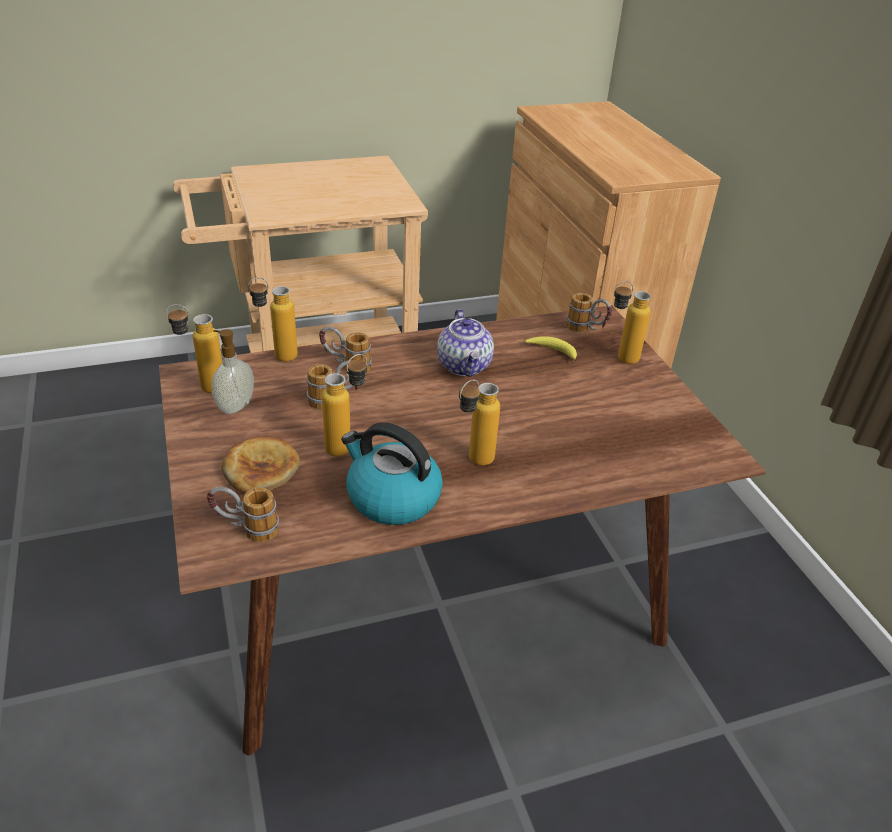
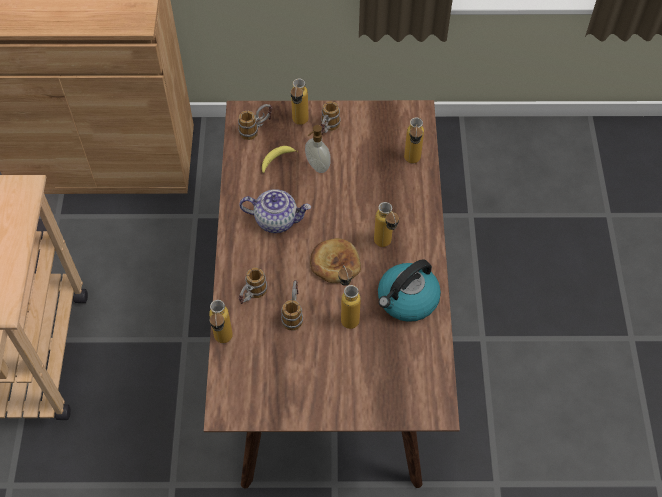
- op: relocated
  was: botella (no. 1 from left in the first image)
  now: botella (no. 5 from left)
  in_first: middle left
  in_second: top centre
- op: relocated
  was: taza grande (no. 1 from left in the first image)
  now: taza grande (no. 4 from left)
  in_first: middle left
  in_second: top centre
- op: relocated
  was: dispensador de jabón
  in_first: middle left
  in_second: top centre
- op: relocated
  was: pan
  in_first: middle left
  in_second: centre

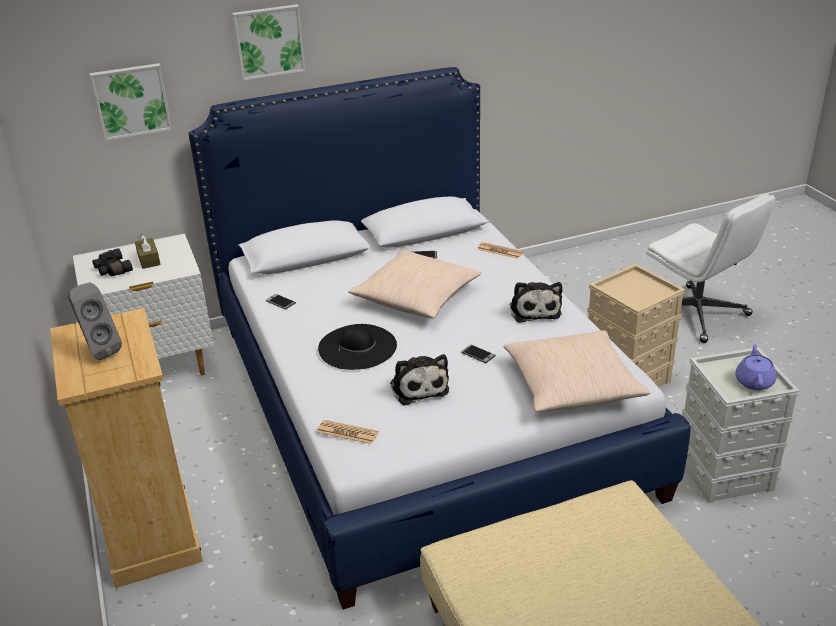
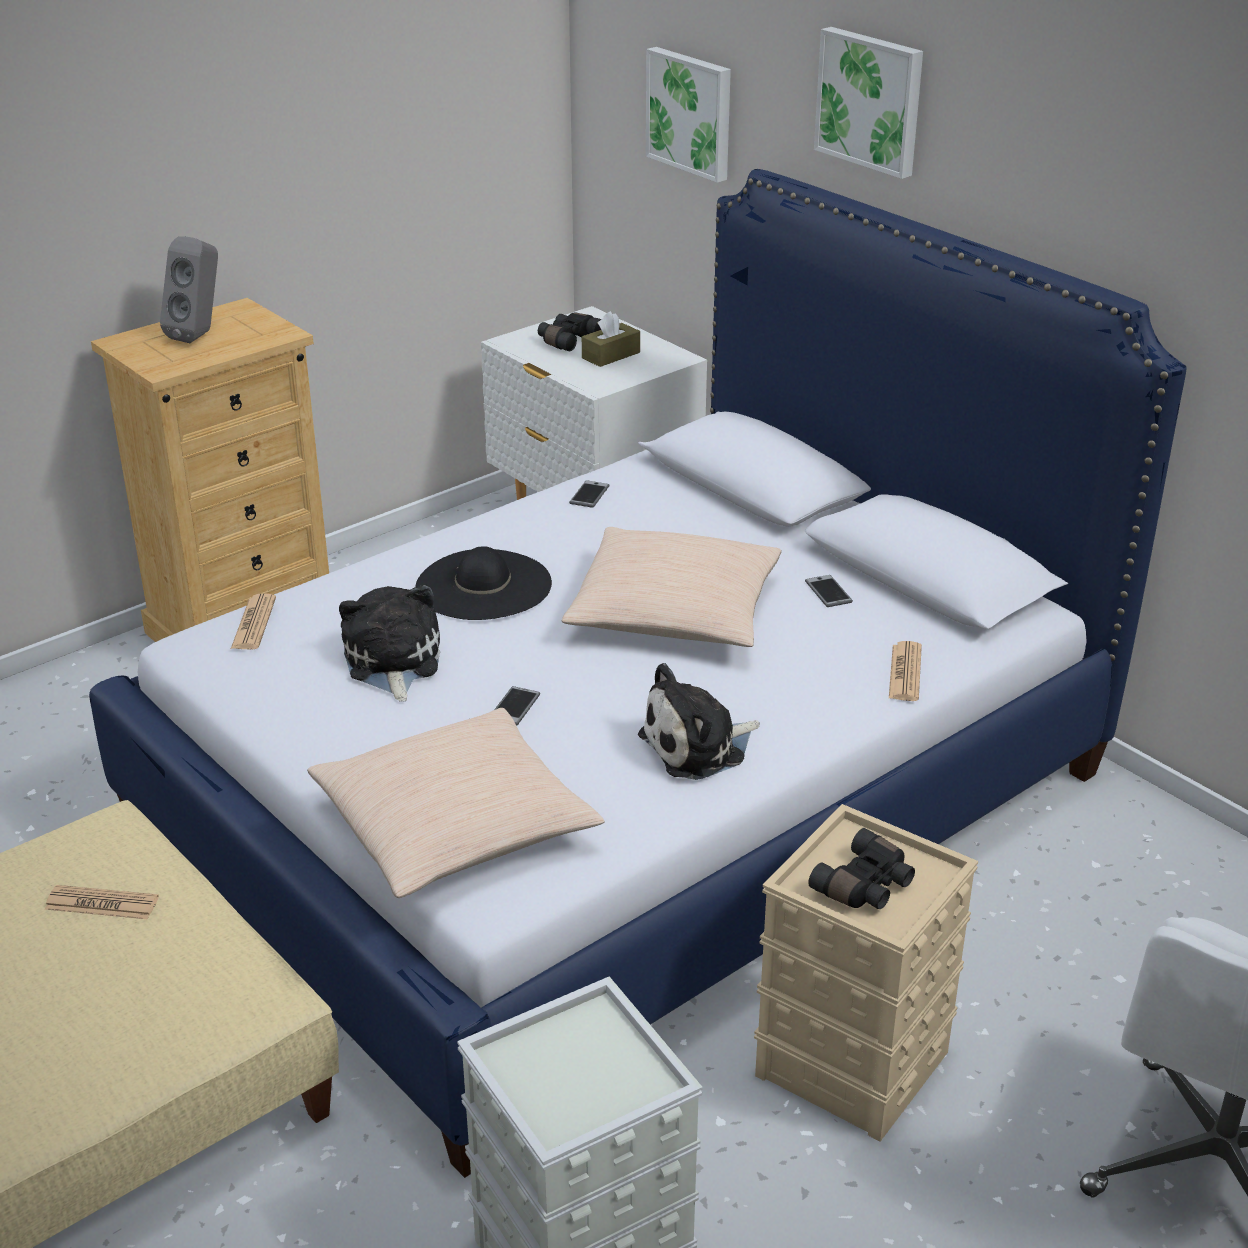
- op: spun
  was: peluche (no. 1 from left)
  in_first: centre
  in_second: middle left
  clockwise: 120
- op: missing
  was: tetera/morado
  in_first: middle right
- op: appeared
  now: periódico (no. 1 from left)
  in_second: bottom left
- op: appeared
  now: prismáticos/negro (no. 2 from left)
  in_second: bottom right

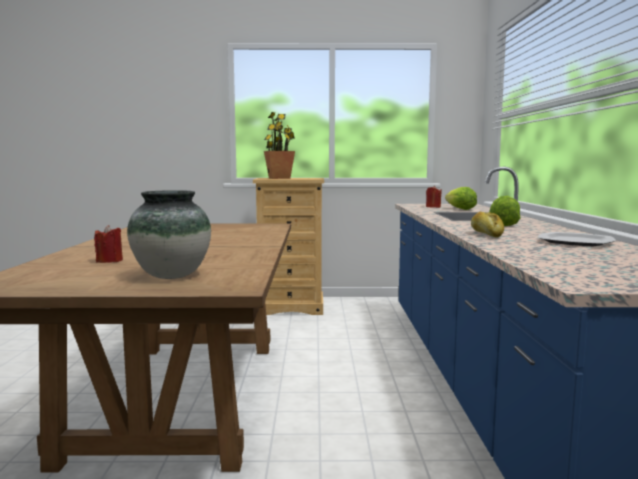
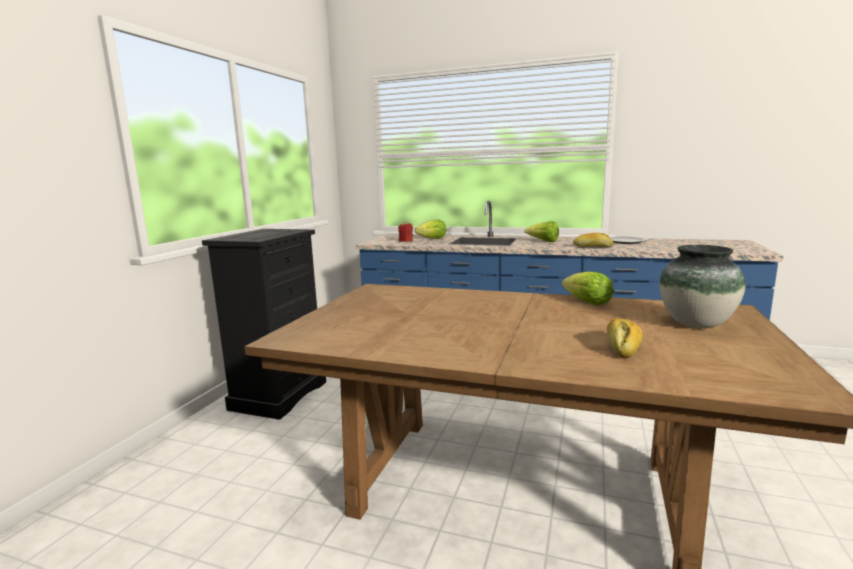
- op: exchanged
  was: vela/rojo (no. 1 from left)
  now: pan (no. 2 from left)
  in_first: middle left
  in_second: middle right
- op: colour
  was: cómoda/beis
  now: cómoda/negro
  in_first: centre
  in_second: middle left
- op: missing
  was: planta en maceta
  in_first: top centre
- op: appeared
  now: lechuga (no. 3 from left)
  in_second: middle right

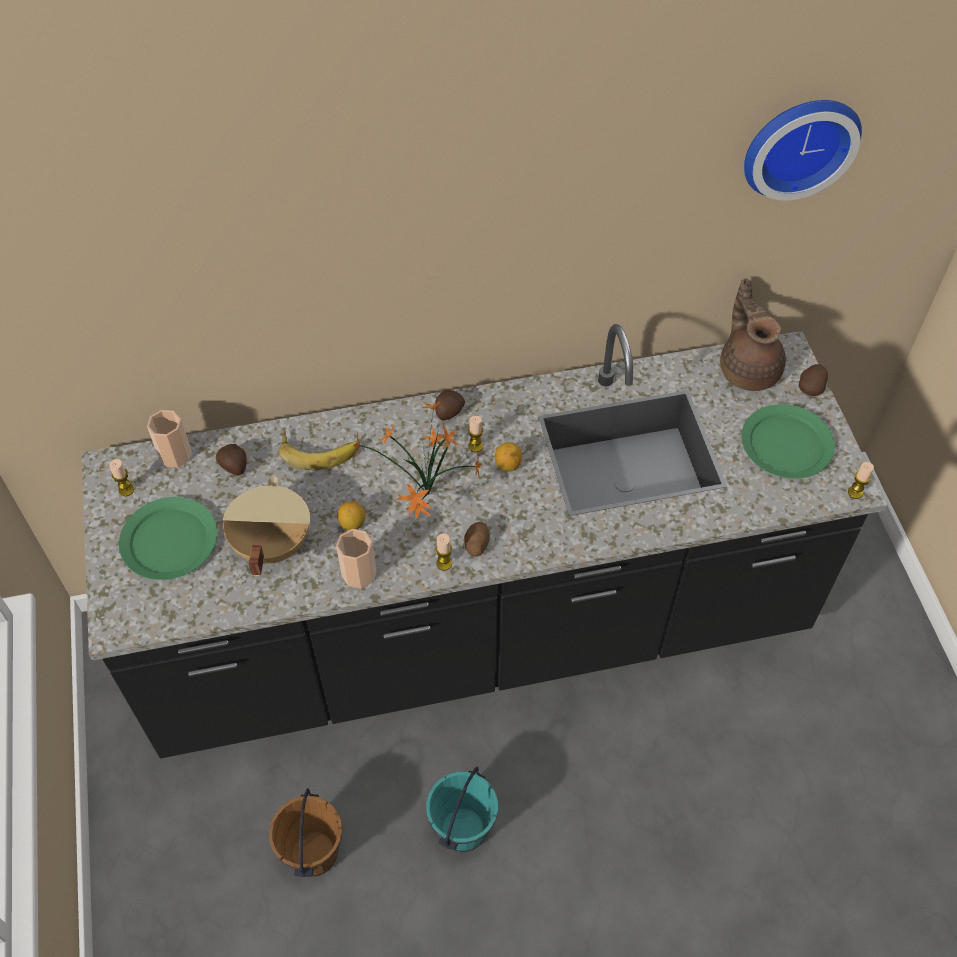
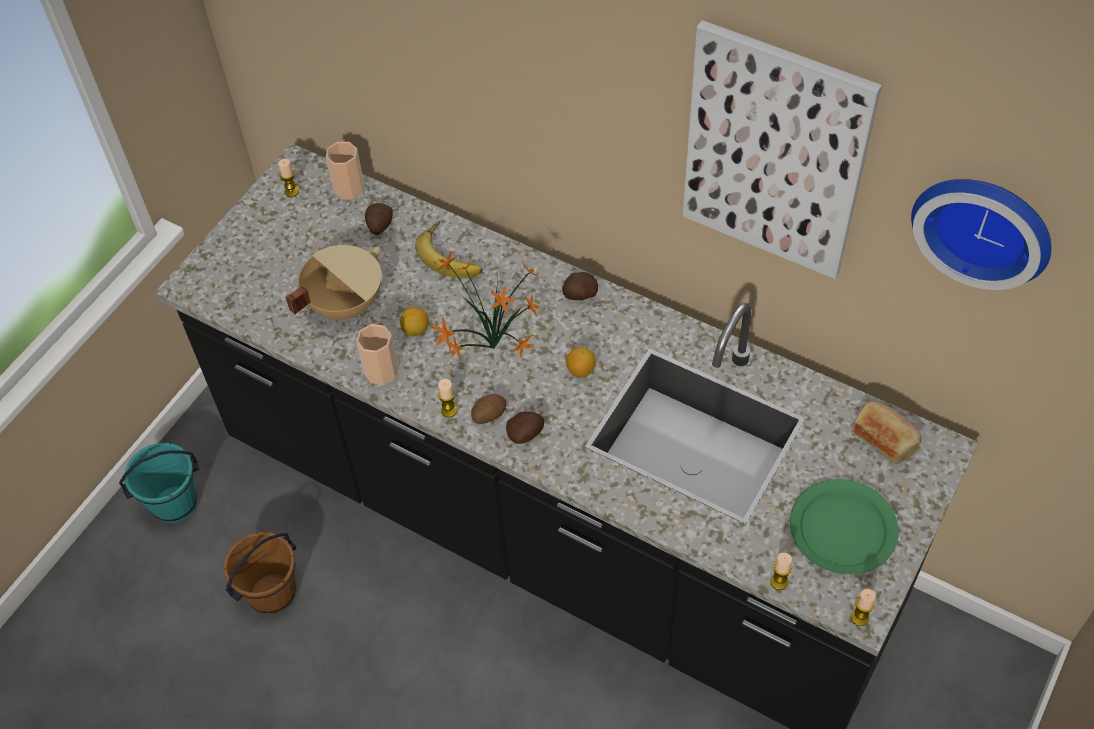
- op: missing
  was: plato/verde (no. 1 from left)
  in_first: middle left
- op: relocated
  was: cubo/turquesa
  in_first: bottom centre
  in_second: middle left
- op: relocated
  was: vela (no. 3 from left)
  in_first: centre
  in_second: bottom right
- op: exchanged
  was: tetera/marrón
  now: pan
  in_first: middle right
  in_second: middle right
- op: relocated
  was: patata (no. 4 from left in the first image)
  now: patata (no. 3 from left)
  in_first: middle right
  in_second: centre
- op: appeared
  now: cuadro
  in_second: top right

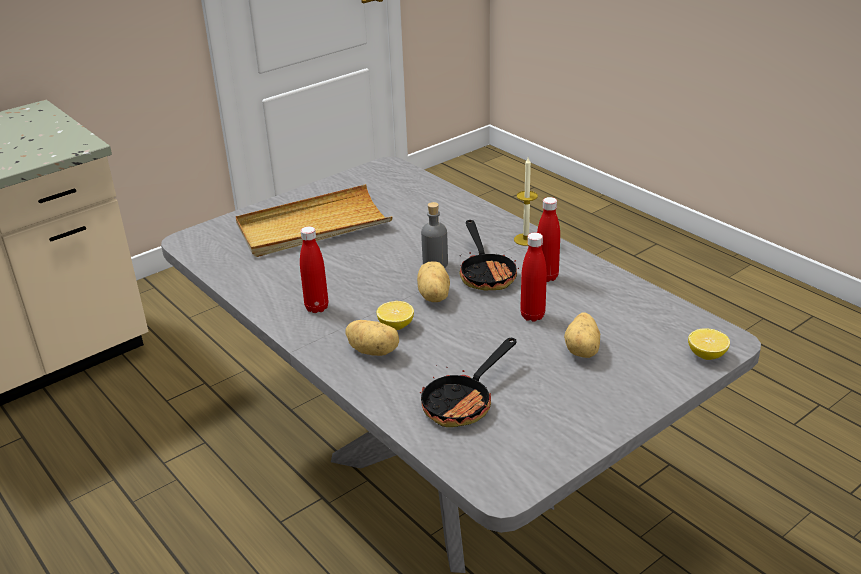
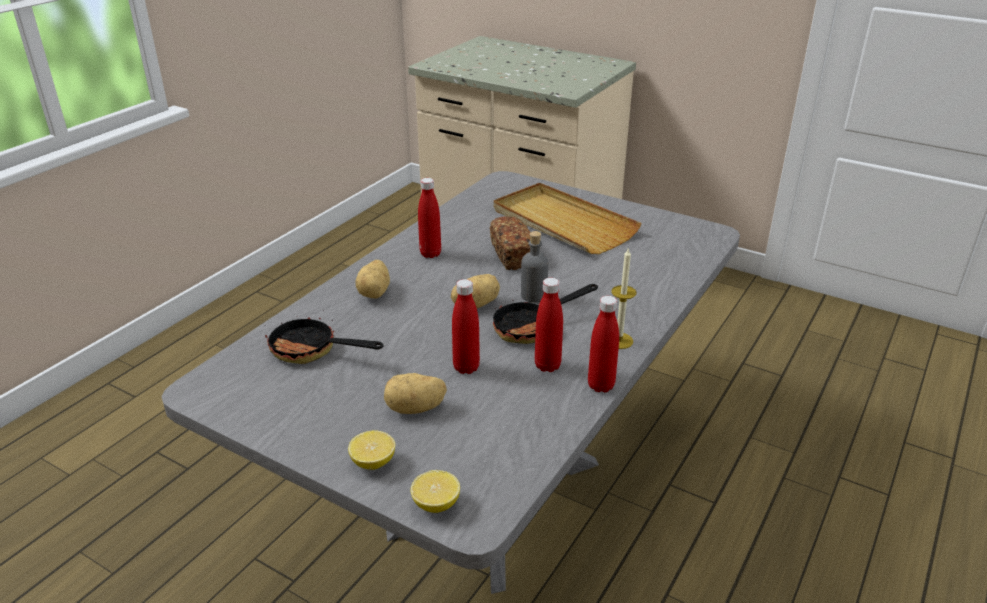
- op: relocated
  was: limón (no. 1 from left)
  in_first: centre
  in_second: bottom centre
- op: appeared
  now: pan
  in_second: centre
- op: appeared
  now: botella/rojo (no. 4 from left)
  in_second: centre

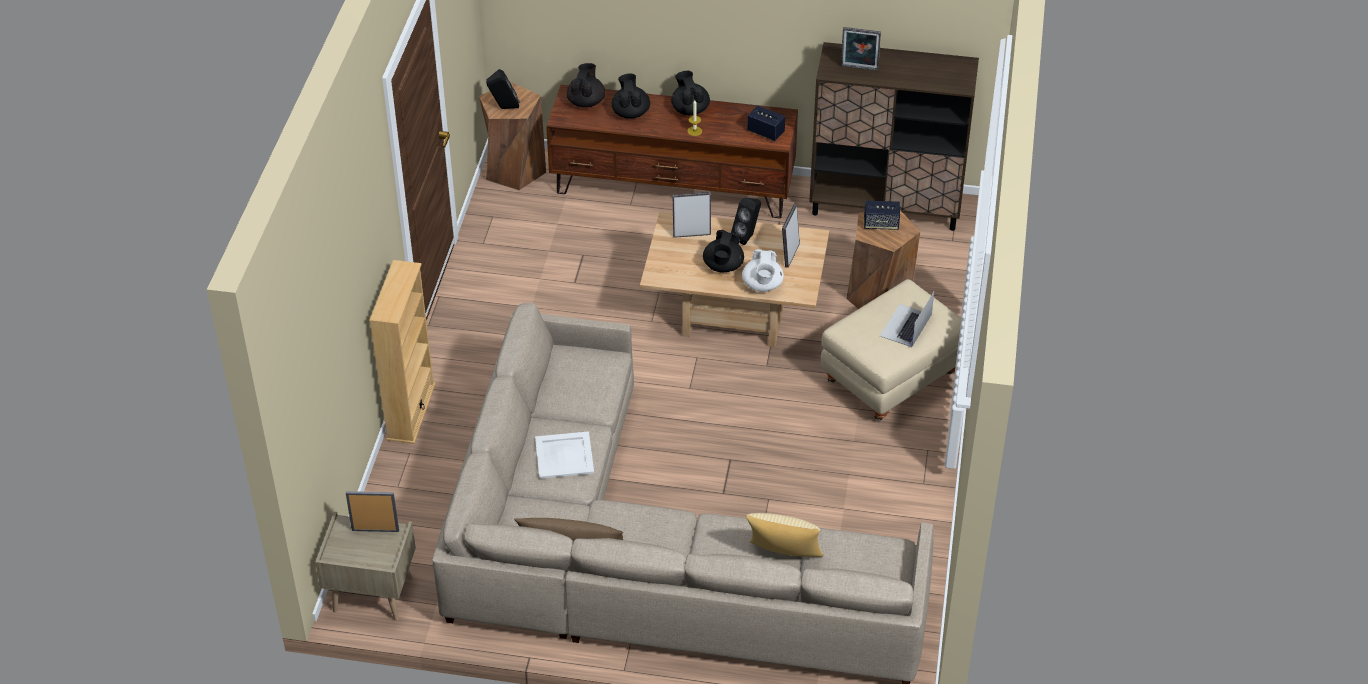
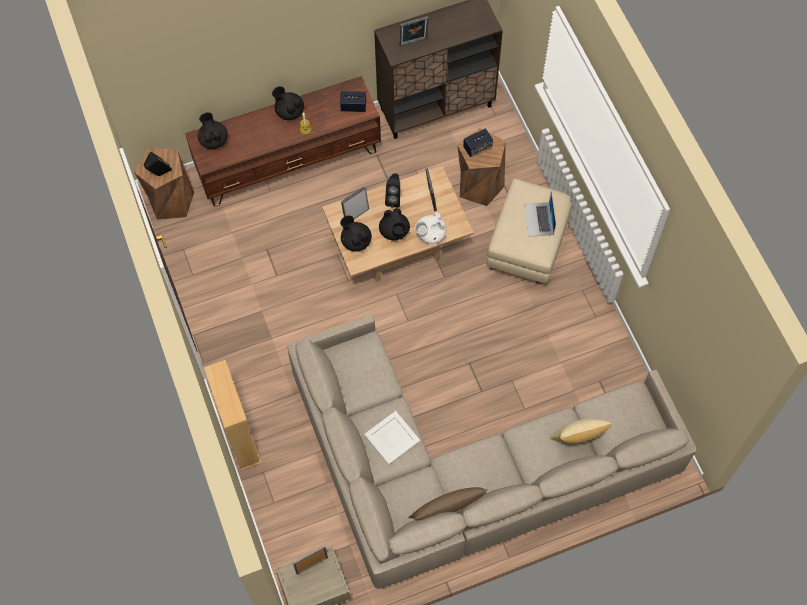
- op: relocated
  was: tetera/negro (no. 2 from left in the first image)
  now: tetera/negro (no. 3 from left)
  in_first: top centre
  in_second: centre
- op: spun
  was: tetera/blanco
  in_first: centre
  in_second: centre
  clockwise: 90

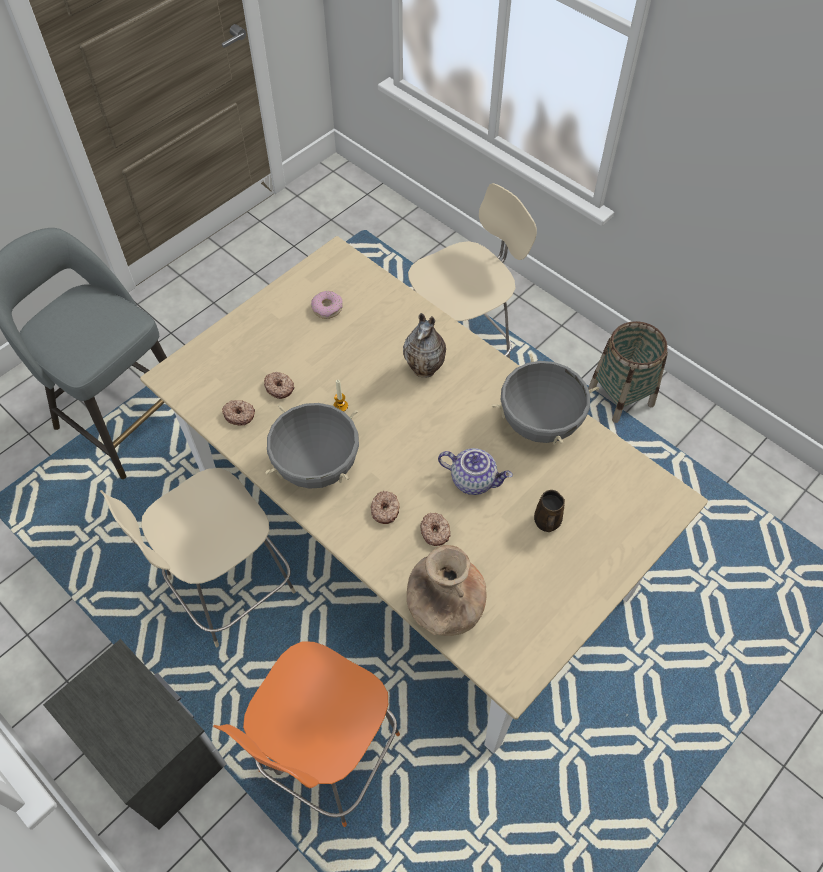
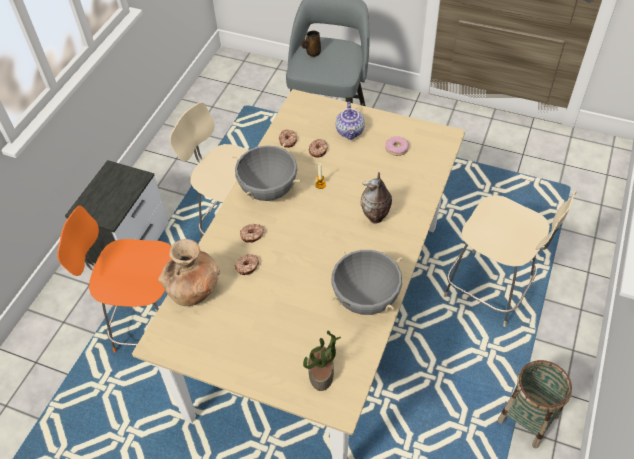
- op: relocated
  was: tetera
  in_first: centre
  in_second: top centre
- op: relocated
  was: taza grande/marrón
  in_first: middle right
  in_second: top centre
- op: appeared
  now: planta en maceta
  in_second: bottom centre

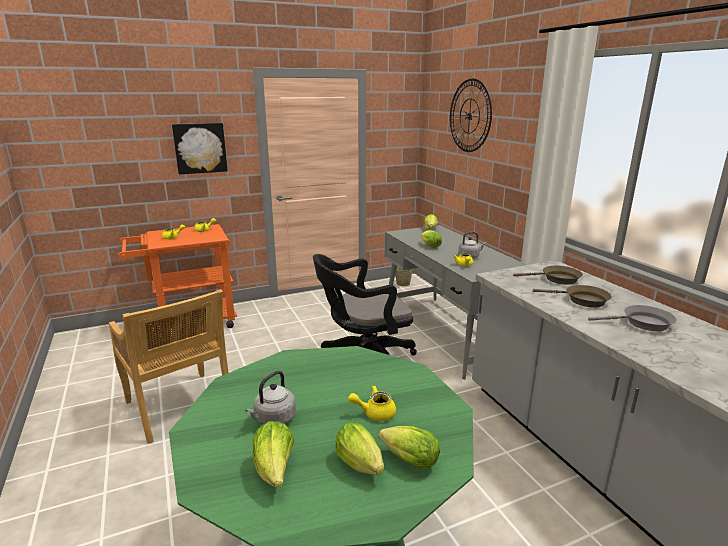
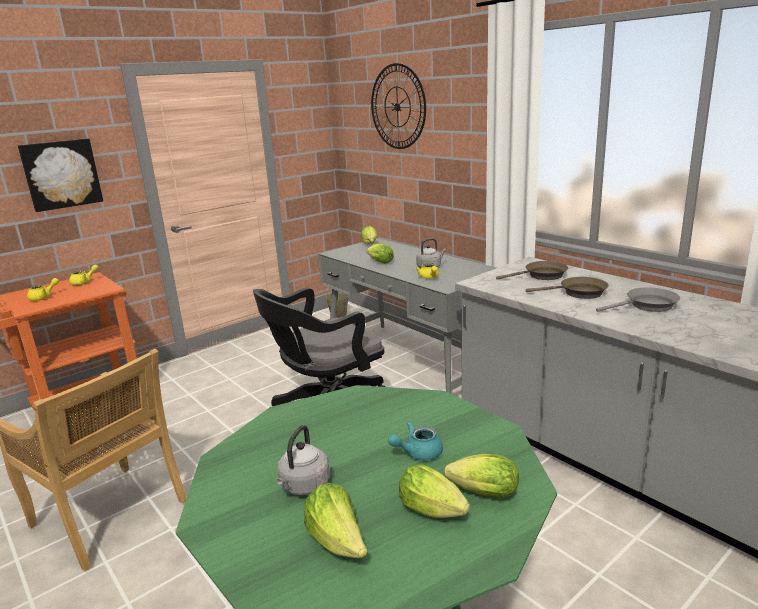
- op: colour
  was: tetera/amarillo (no. 3 from left)
  now: tetera/turquesa
  in_first: bottom centre
  in_second: bottom centre

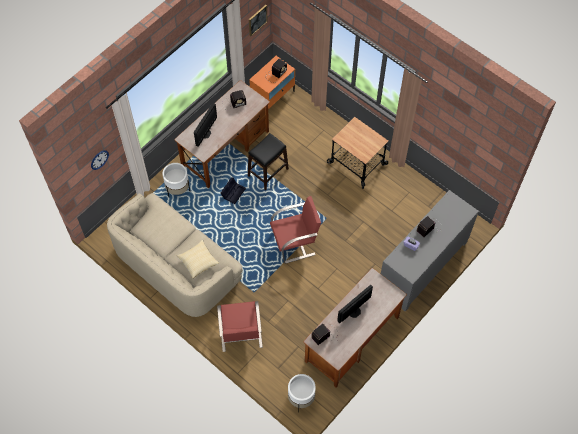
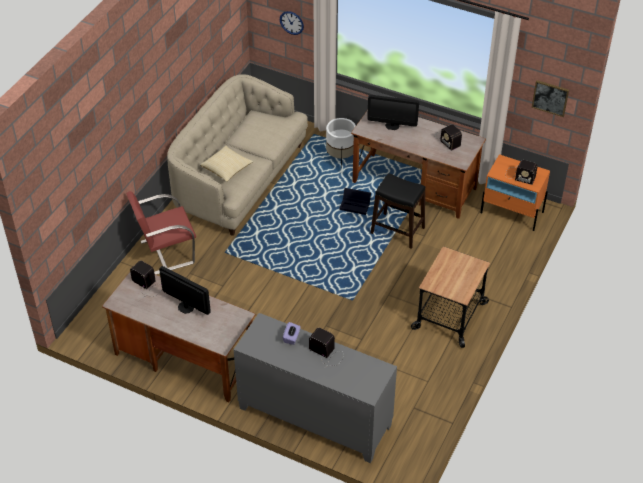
- op: missing
  was: silla/rojo (no. 2 from left)
  in_first: centre
- op: missing
  was: maceta/blanco (no. 2 from left)
  in_first: bottom centre

